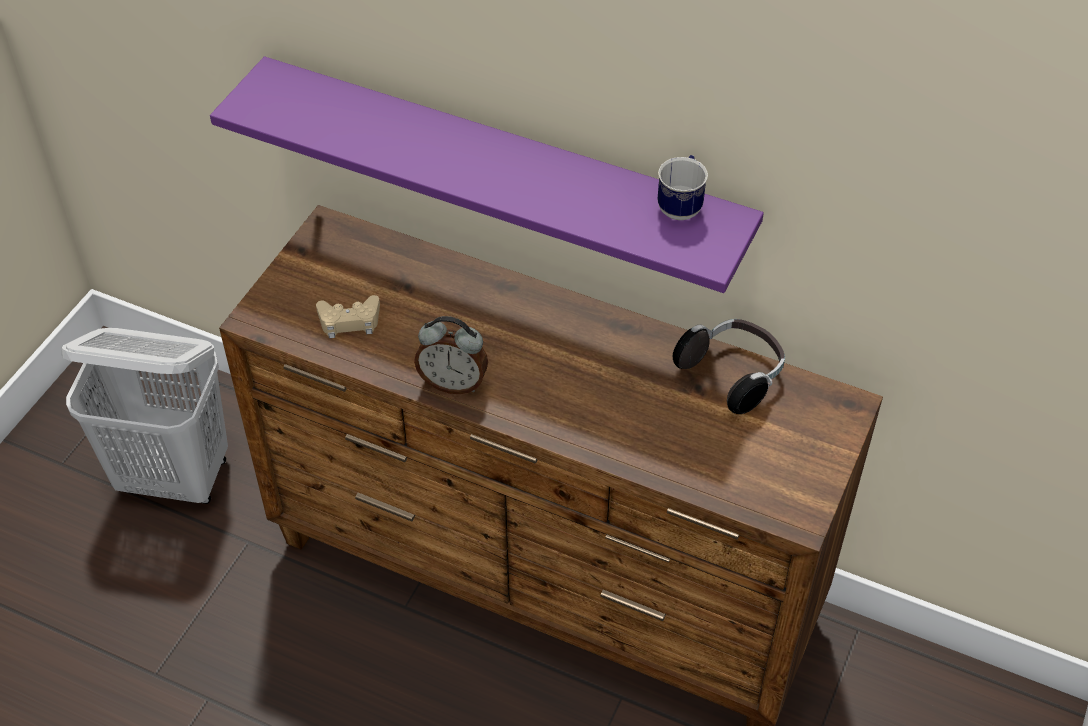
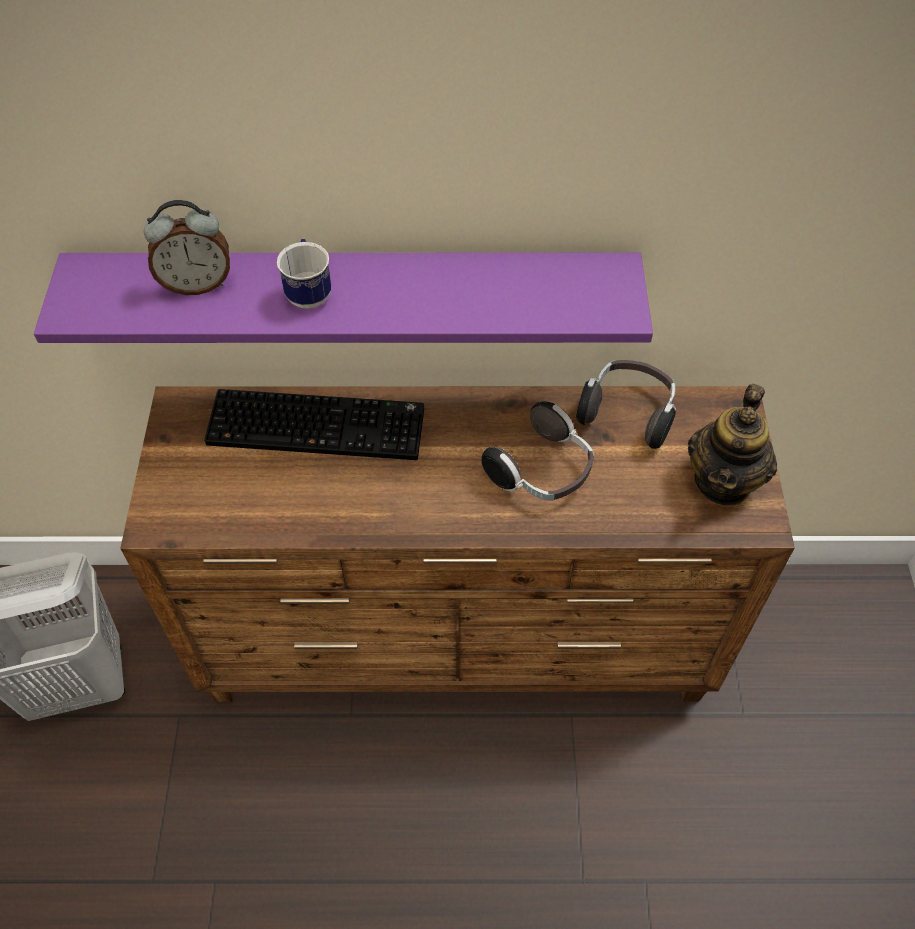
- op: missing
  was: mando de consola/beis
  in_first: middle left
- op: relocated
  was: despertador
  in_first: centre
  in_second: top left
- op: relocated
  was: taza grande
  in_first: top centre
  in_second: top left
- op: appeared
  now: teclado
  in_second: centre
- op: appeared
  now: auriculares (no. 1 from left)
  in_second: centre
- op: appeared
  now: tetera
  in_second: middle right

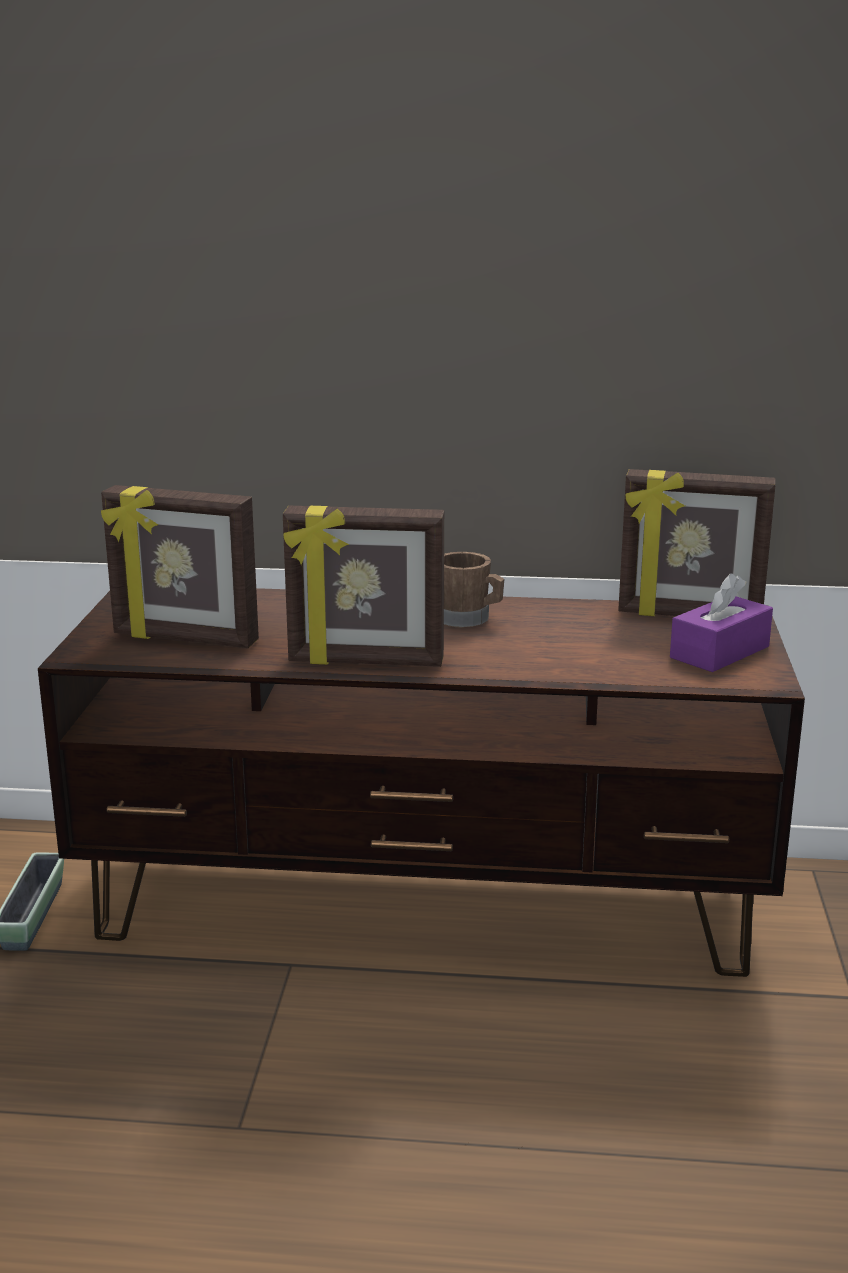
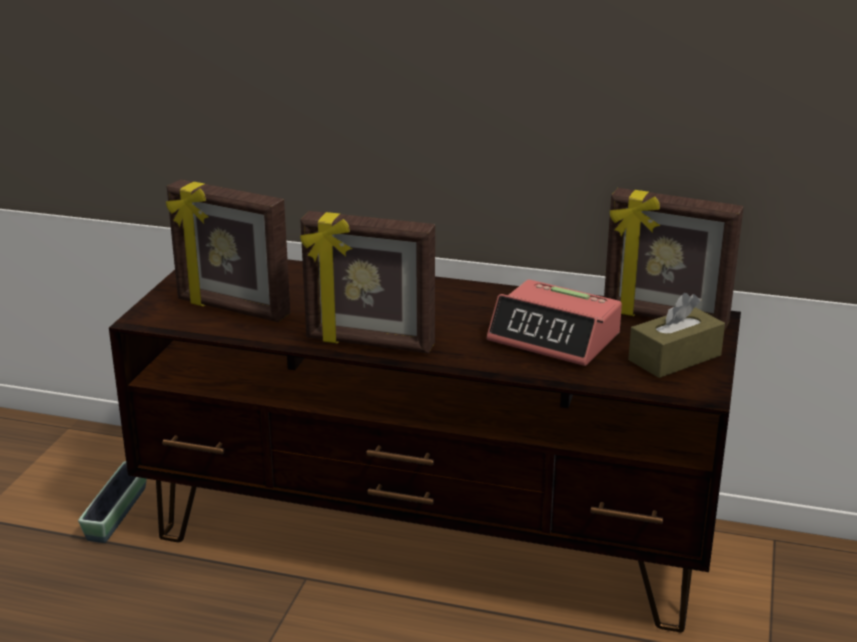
- op: missing
  was: taza grande/marrón
  in_first: centre
- op: colour
  was: caja de pañuelos/morado
  now: caja de pañuelos/marrón
  in_first: middle right
  in_second: middle right
- op: appeared
  now: despertador
  in_second: centre

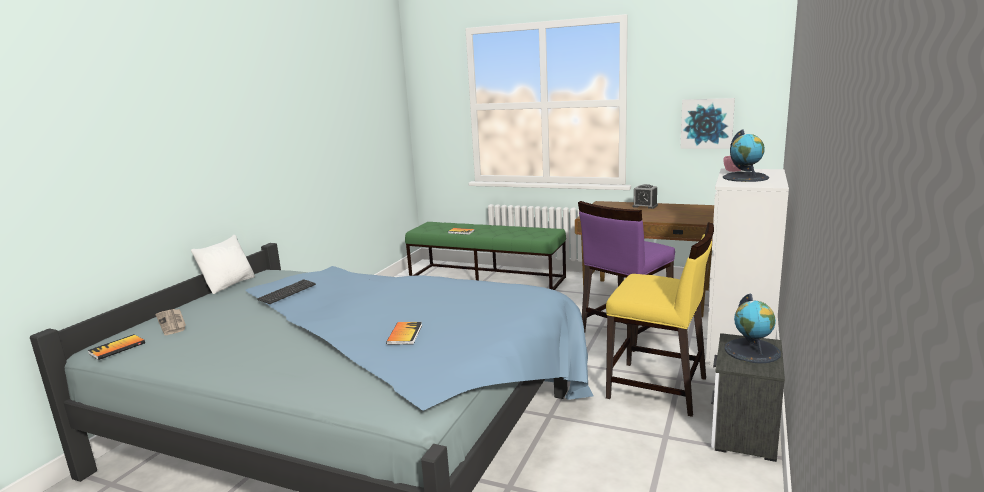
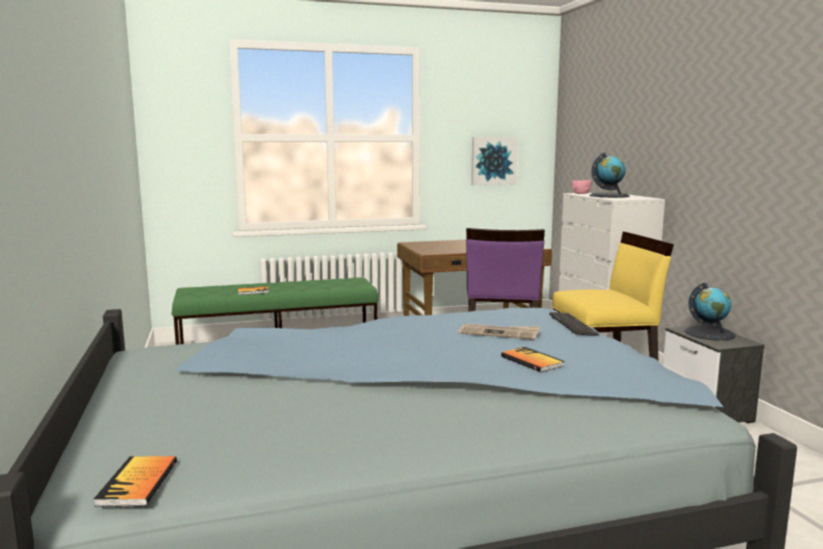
- op: relocated
  was: periódico
  in_first: middle left
  in_second: centre
- op: missing
  was: cojín/blanco
  in_first: middle left
- op: relocated
  was: teclado
  in_first: middle left
  in_second: middle right
- op: missing
  was: despertador
  in_first: centre

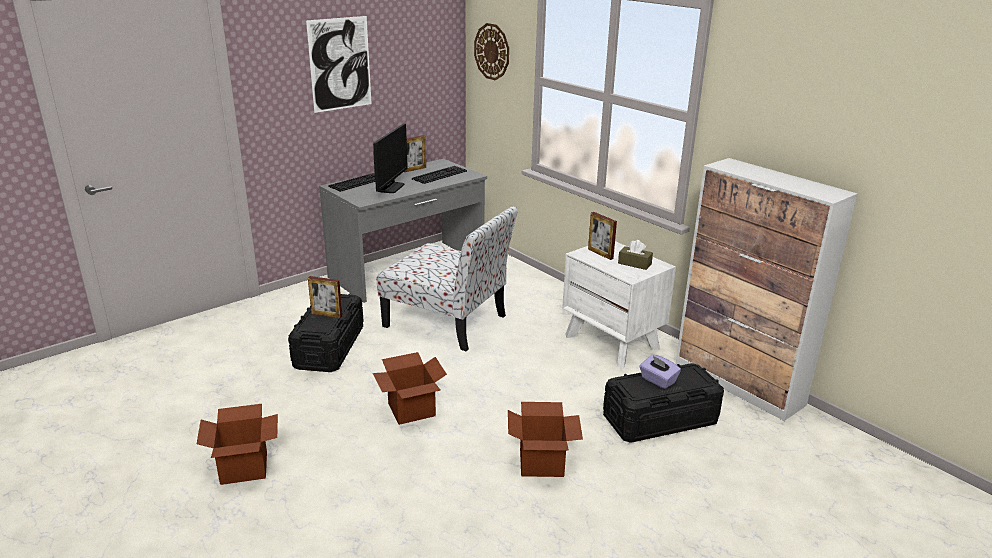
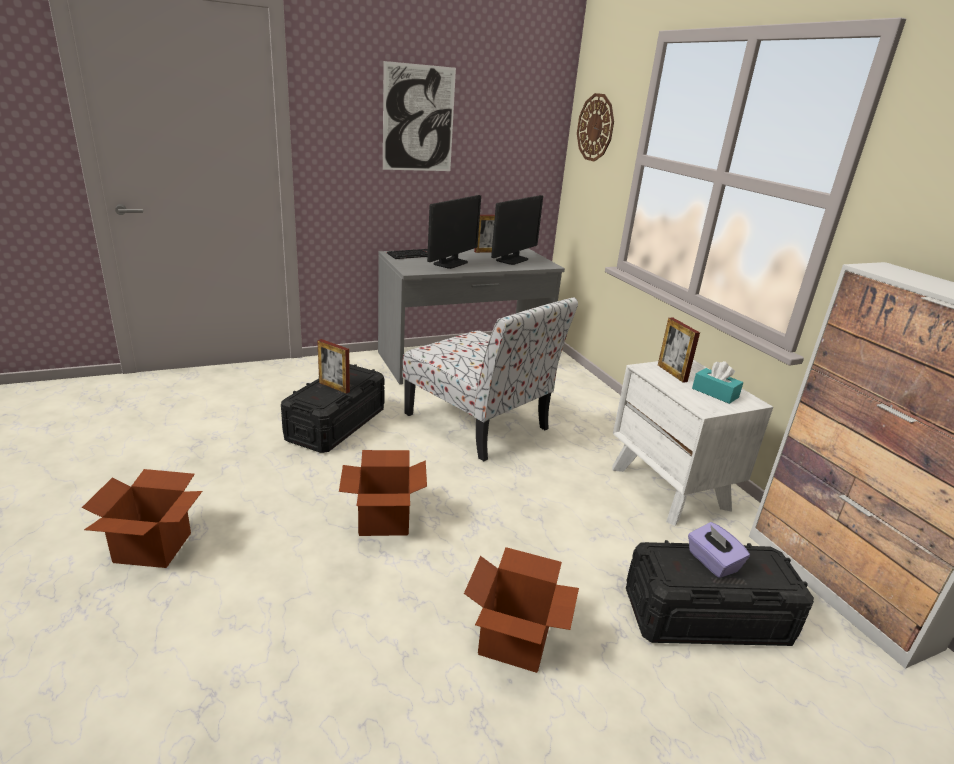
- op: exchanged
  was: teclado (no. 2 from left)
  now: monitor (no. 2 from left)
  in_first: top centre
  in_second: top centre
- op: colour
  was: caja de pañuelos/marrón
  now: caja de pañuelos/turquesa
  in_first: centre
  in_second: middle right

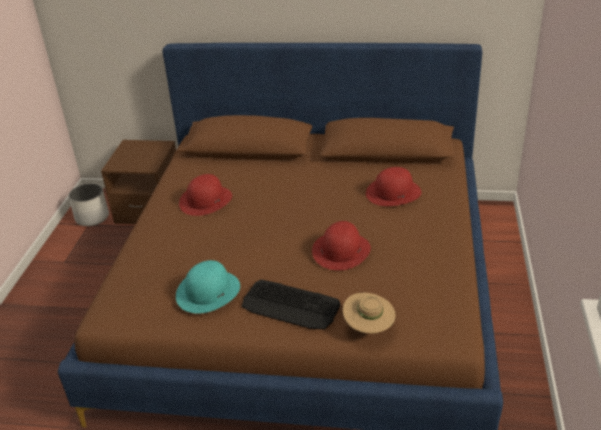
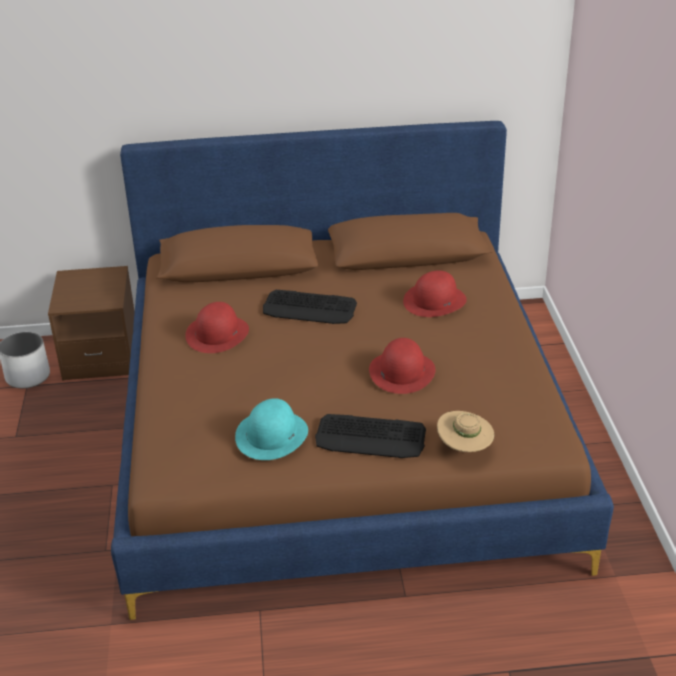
- op: appeared
  now: teclado (no. 1 from left)
  in_second: centre

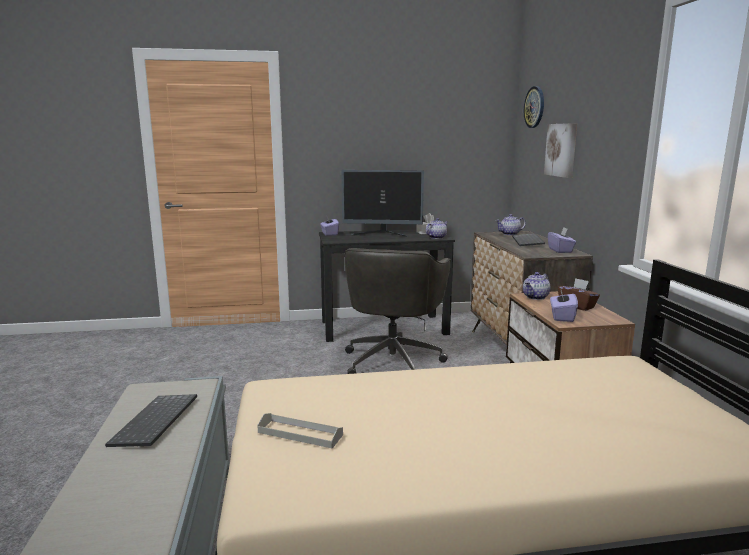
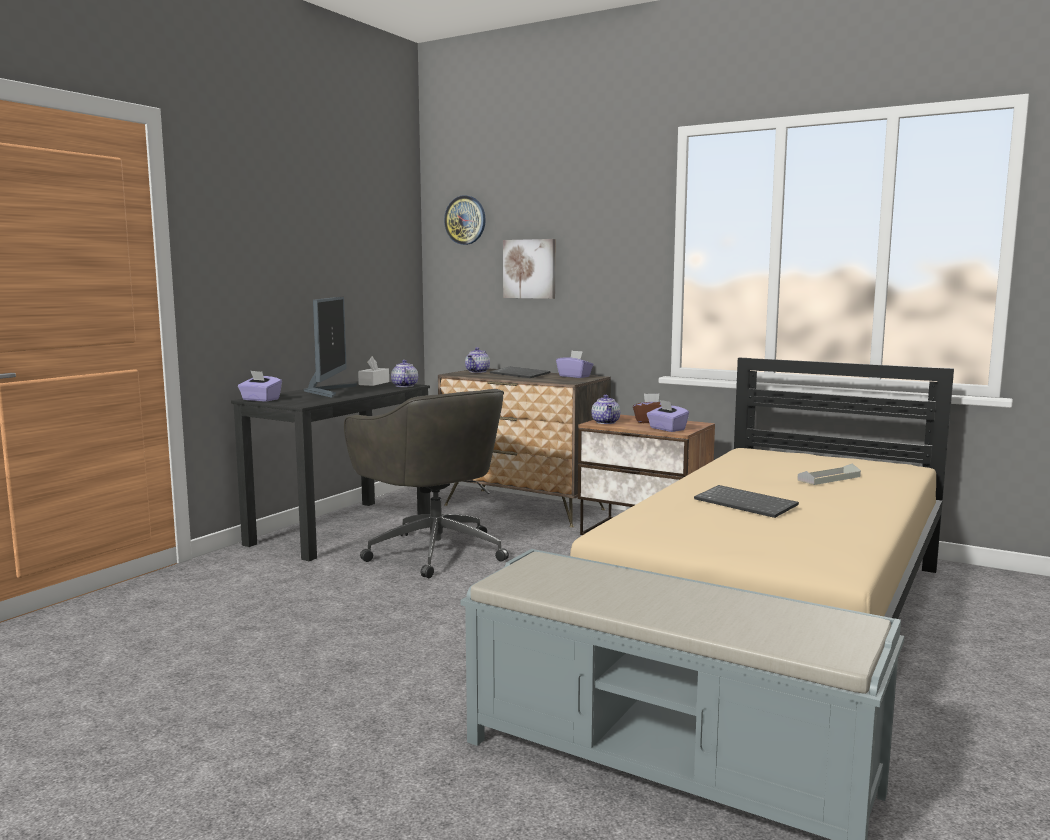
- op: relocated
  was: teclado (no. 1 from left in the first image)
  now: teclado (no. 2 from left)
  in_first: bottom left
  in_second: middle right
- op: relocated
  was: bandeja/gris
  in_first: bottom centre
  in_second: middle right
- op: spun
  was: monitor
  in_first: centre
  in_second: middle left
  clockwise: -45

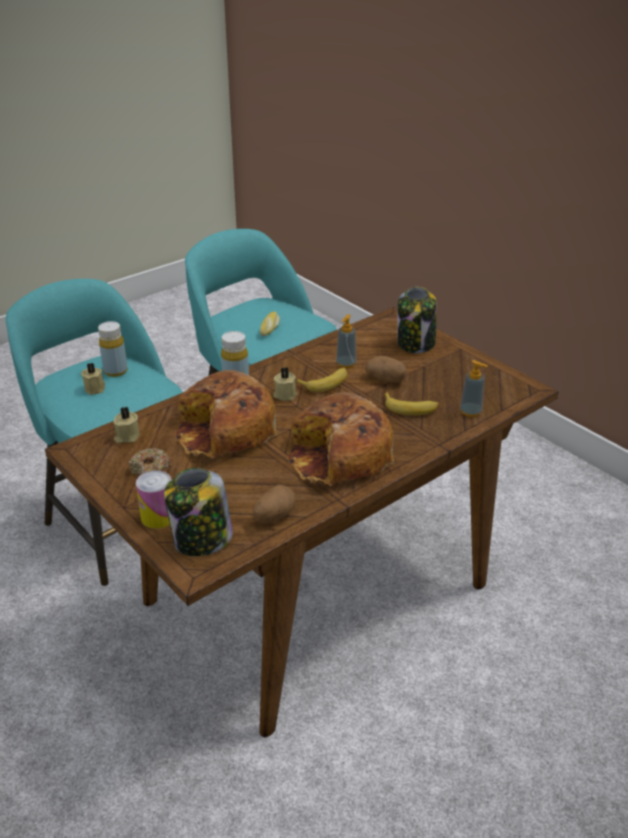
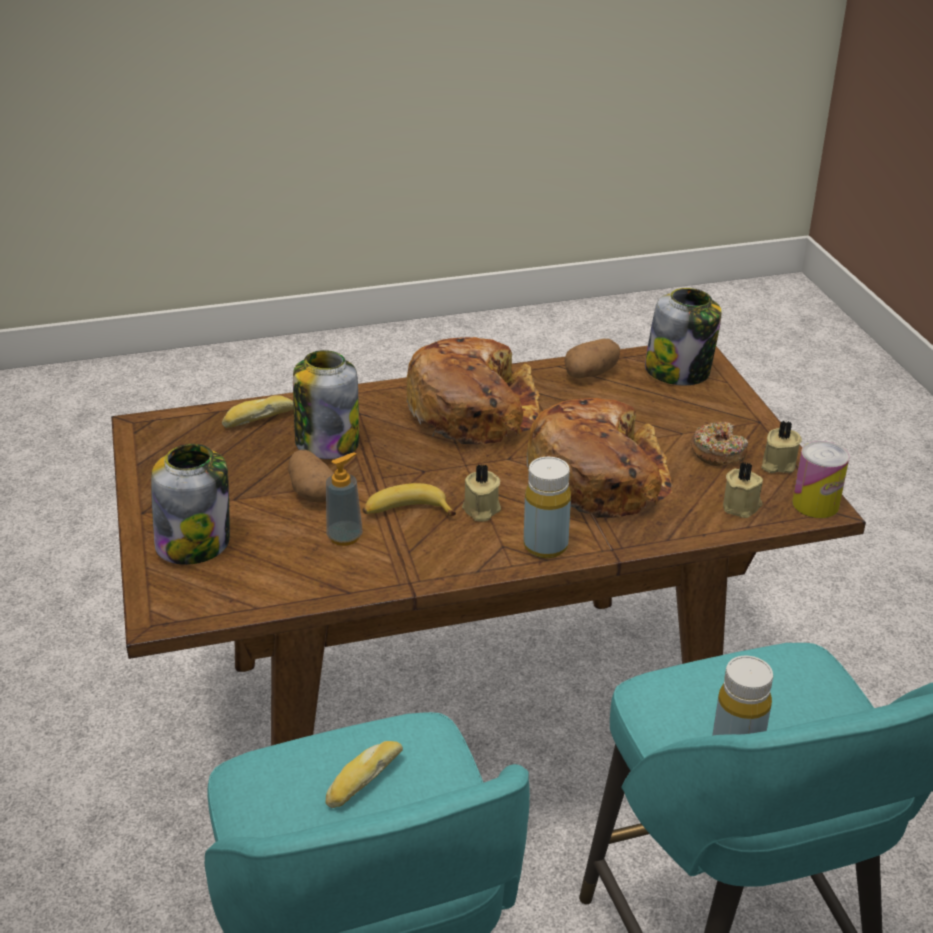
- op: relocated
  was: vela/beis (no. 1 from left in the first image)
  now: vela/beis (no. 3 from left)
  in_first: middle left
  in_second: middle right
- op: relocated
  was: lata
  in_first: middle left
  in_second: middle right
- op: exchanged
  was: plátano (no. 2 from left)
  now: tarro (no. 2 from left)
  in_first: centre
  in_second: centre
- op: exchanged
  was: dispensador de jabón (no. 2 from left)
  now: pan (no. 1 from left)
  in_first: middle right
  in_second: middle left

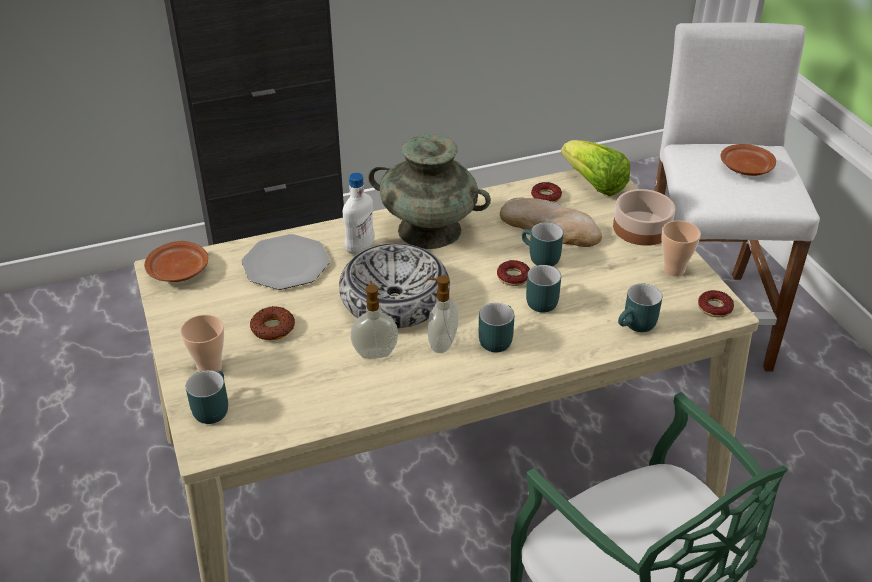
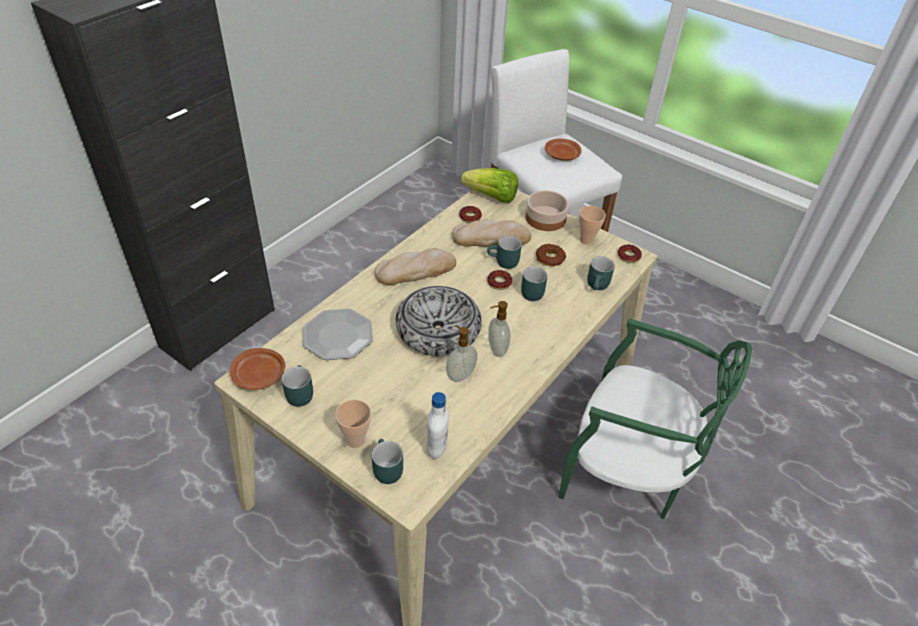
- op: relocated
  was: rosquilla (no. 1 from left in the first image)
  now: rosquilla (no. 3 from left)
  in_first: middle left
  in_second: centre
- op: relocated
  was: botella/blanco
  in_first: centre
  in_second: bottom centre
- op: exchanged
  was: florero/turquesa
  now: pan (no. 1 from left)
  in_first: top centre
  in_second: centre
- op: relocated
  was: taza grande/turquesa (no. 2 from left in the first image)
  now: taza grande/turquesa (no. 1 from left)
  in_first: centre
  in_second: middle left

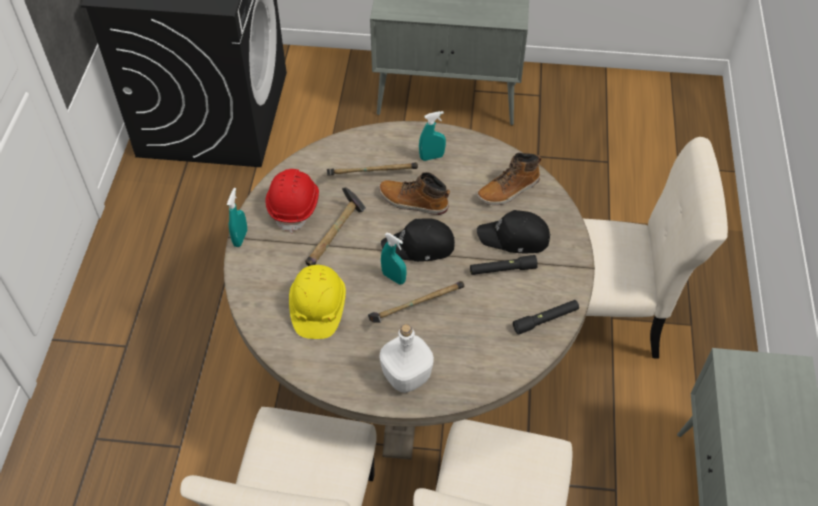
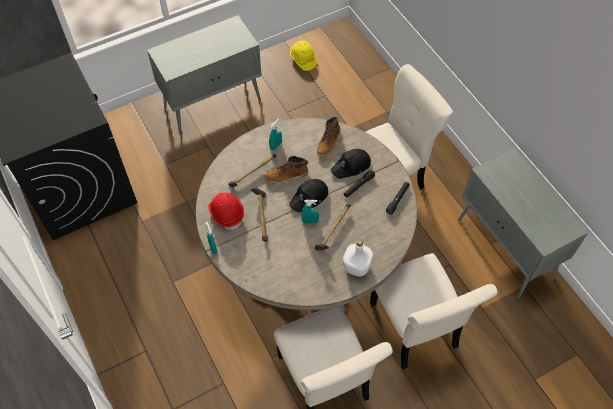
- op: relocated
  was: casco/amarillo
  in_first: centre
  in_second: top centre

